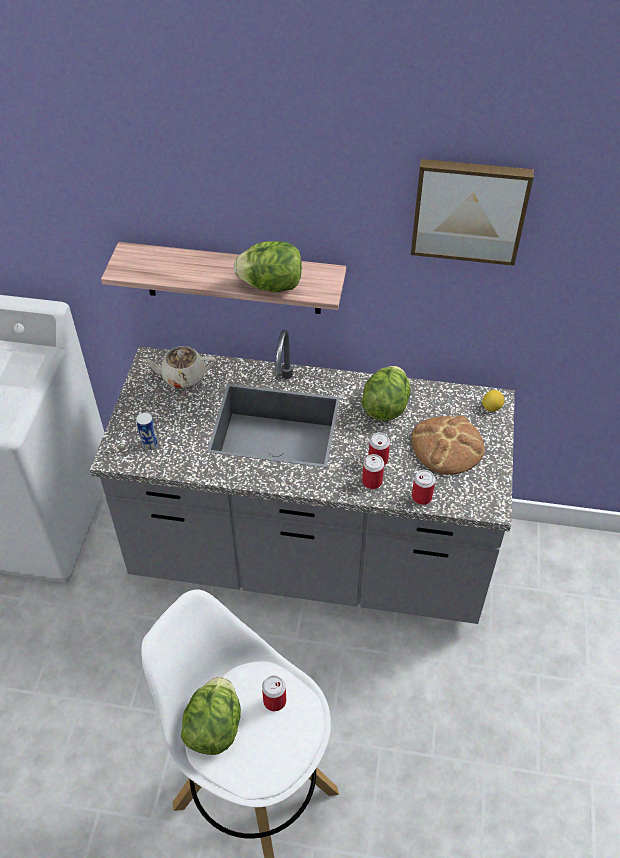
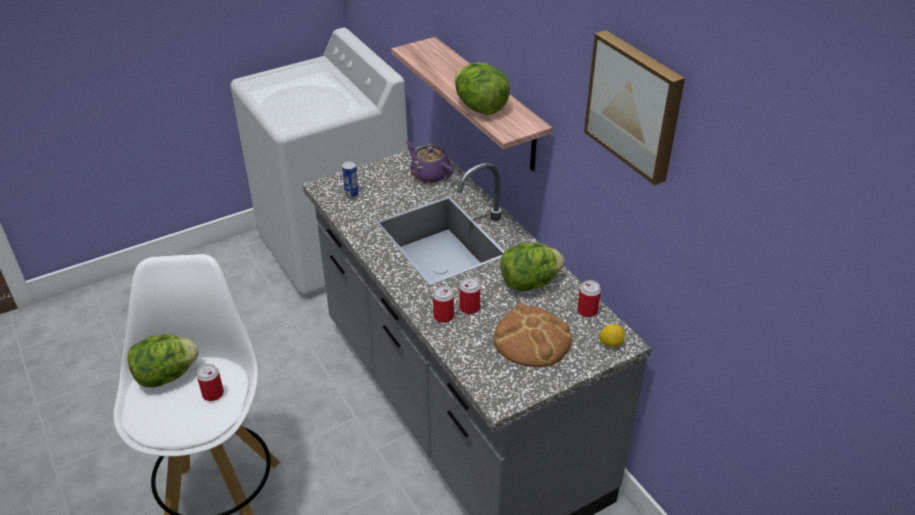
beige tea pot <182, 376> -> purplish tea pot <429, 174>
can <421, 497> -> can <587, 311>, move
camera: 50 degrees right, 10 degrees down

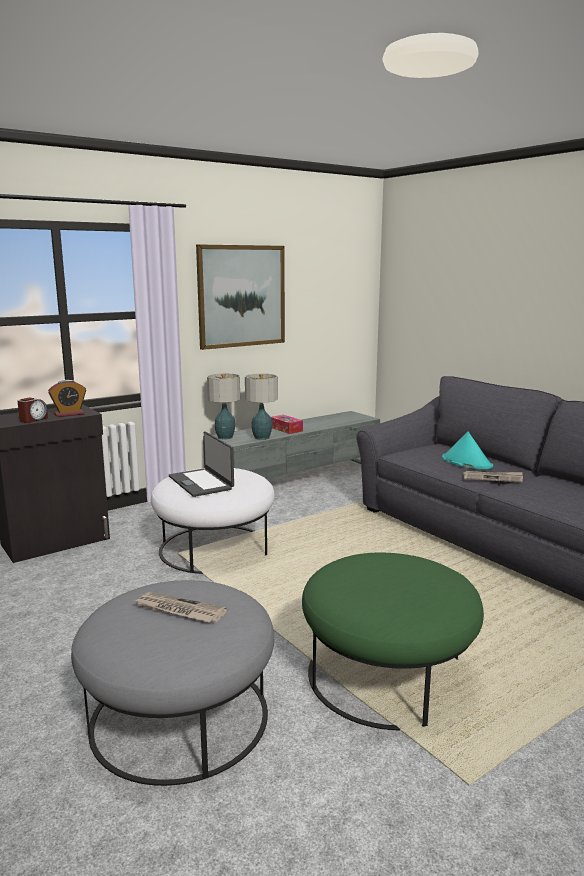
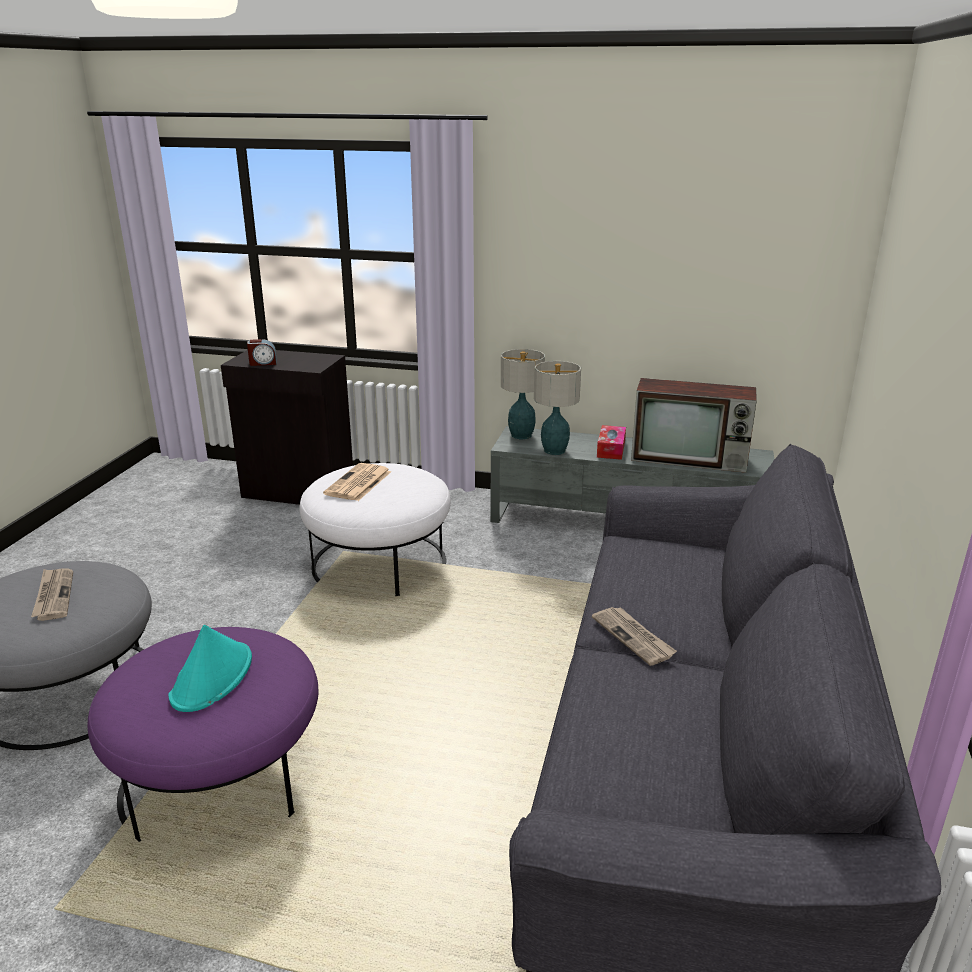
wall art <241, 296> -> none
alarm clock <69, 414> -> none
notebook computer <201, 482> -> printed paper <358, 483>
blue-green hat <466, 462> -> blue-green hat <212, 677>, move
greenish footrest <388, 674> -> purplish footrest <220, 778>
none -> television <691, 458>
camera: 50 degrees right, 10 degrees up

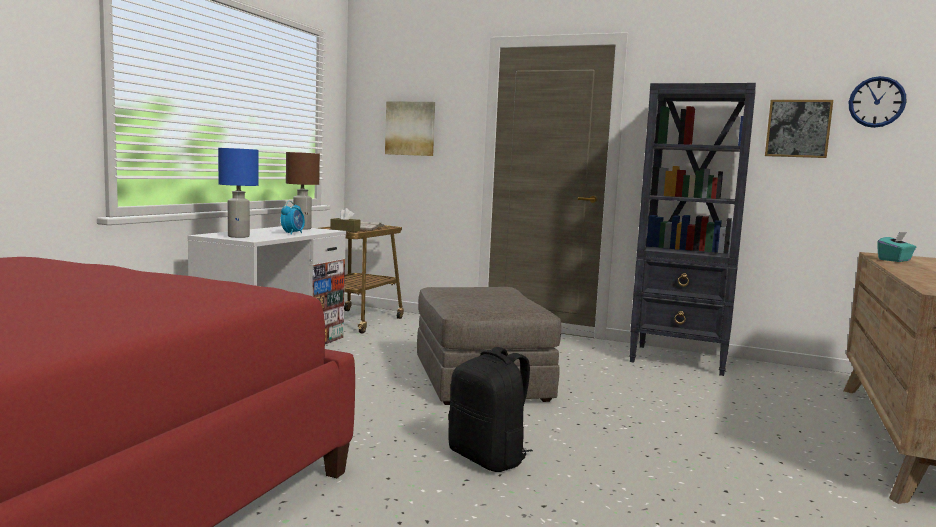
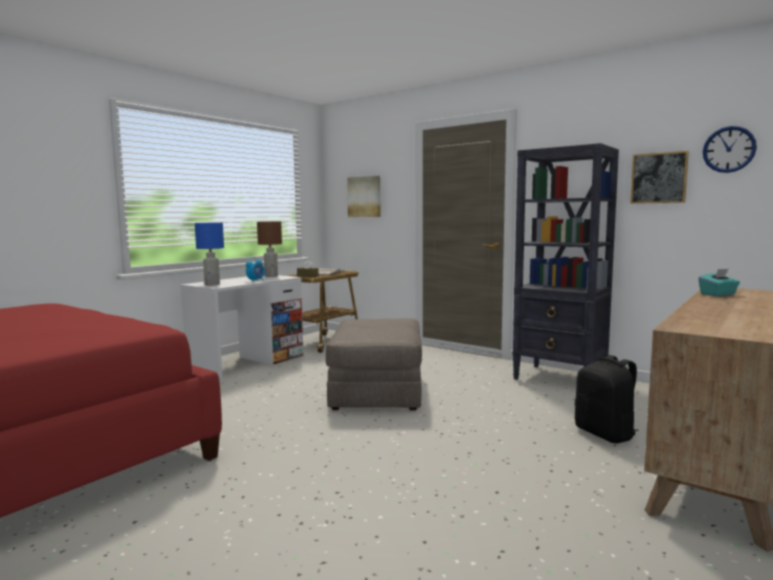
black rucksack <488, 458> -> black rucksack <605, 434>, move
camera: 15 degrees right, 0 degrees up

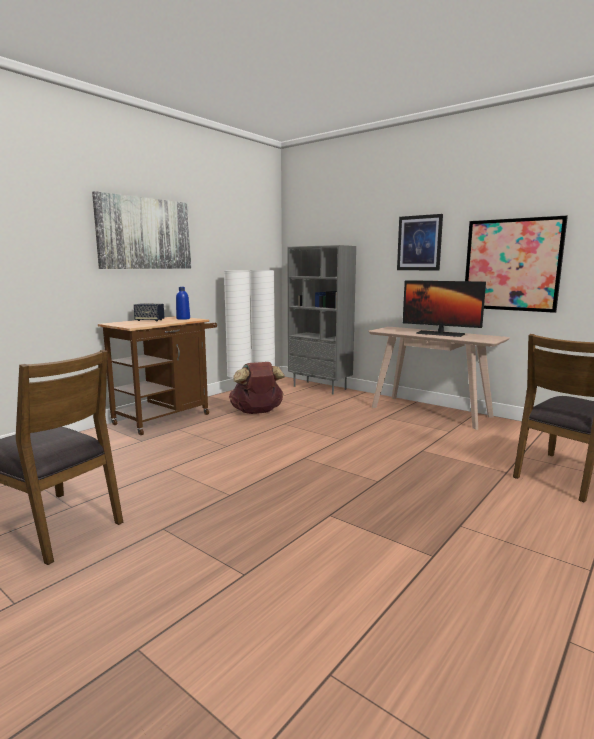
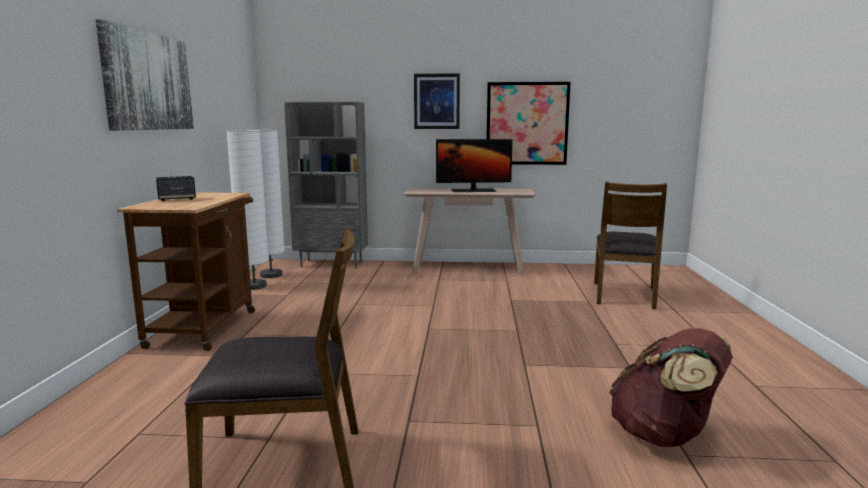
blue-coloured bottle <183, 318> -> none
brown-coloured rucksack <257, 412> -> brown-coloured rucksack <665, 435>, move
camera: 35 degrees left, 0 degrees up

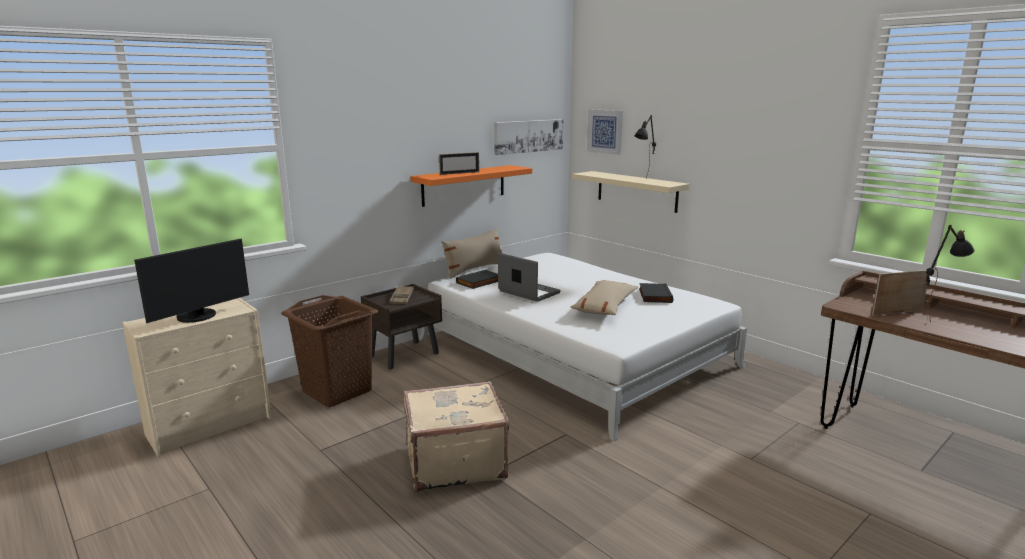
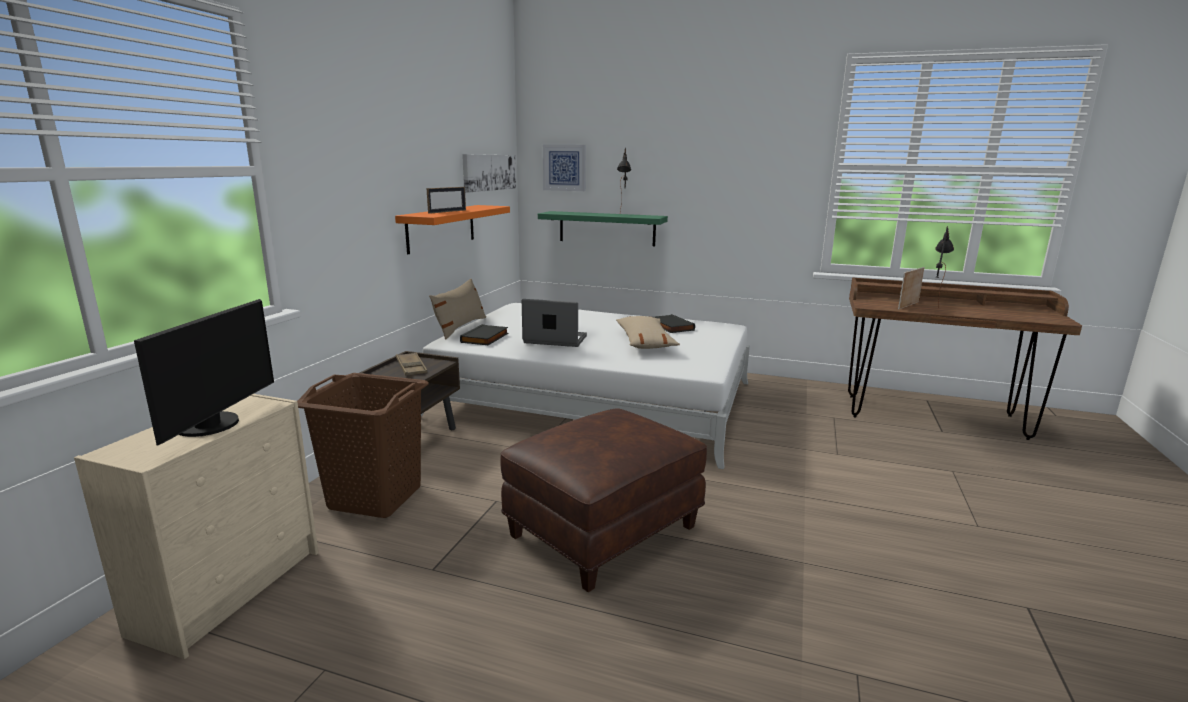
beige shelf <636, 191> -> greenish shelf <607, 228>
beige travel case <454, 462> -> brown-coloured footrest <603, 532>
camera: 30 degrees left, 0 degrees up

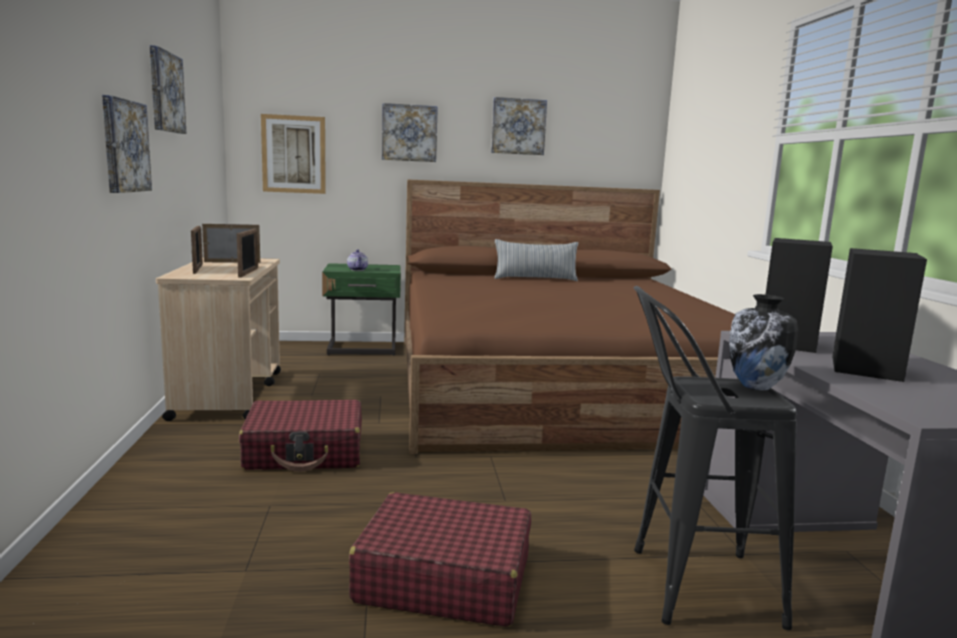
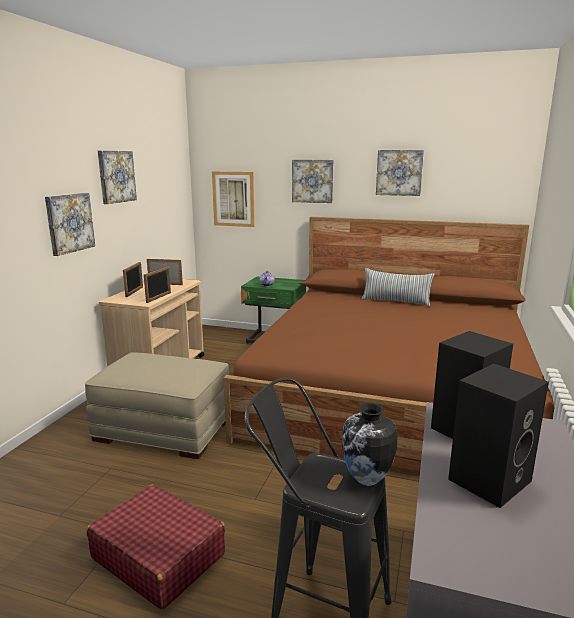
reddish travel case <305, 452> -> beige footrest <164, 428>
camera: 25 degrees right, 5 degrees up

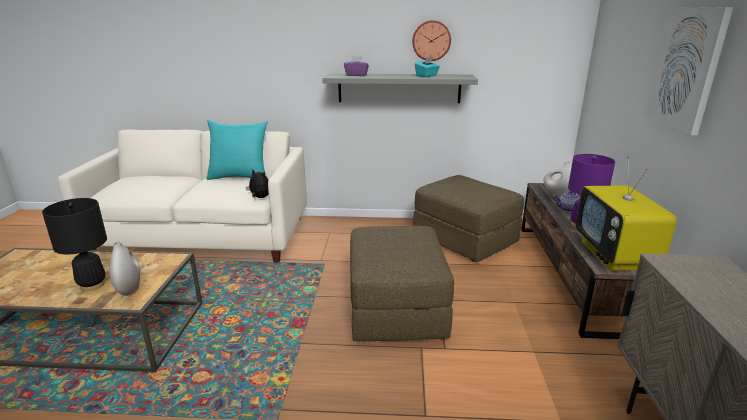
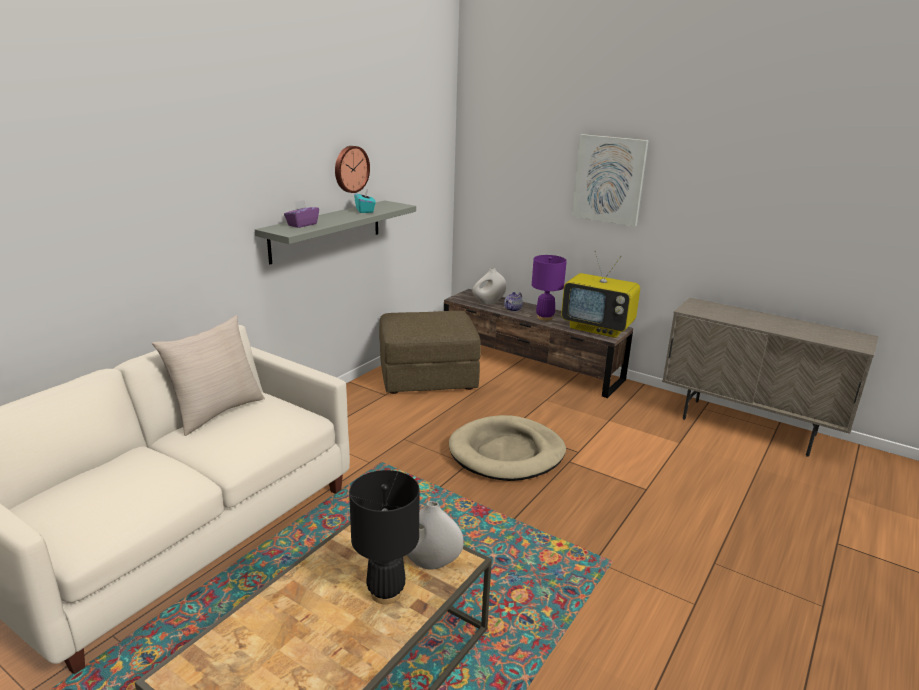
blue-green throw pillow <240, 177> -> beige throw pillow <217, 412>
cuddly toy <259, 197> -> none
brown-coloured footrest <396, 309> -> beige pet bed <507, 453>
camera: 60 degrees left, 0 degrees up

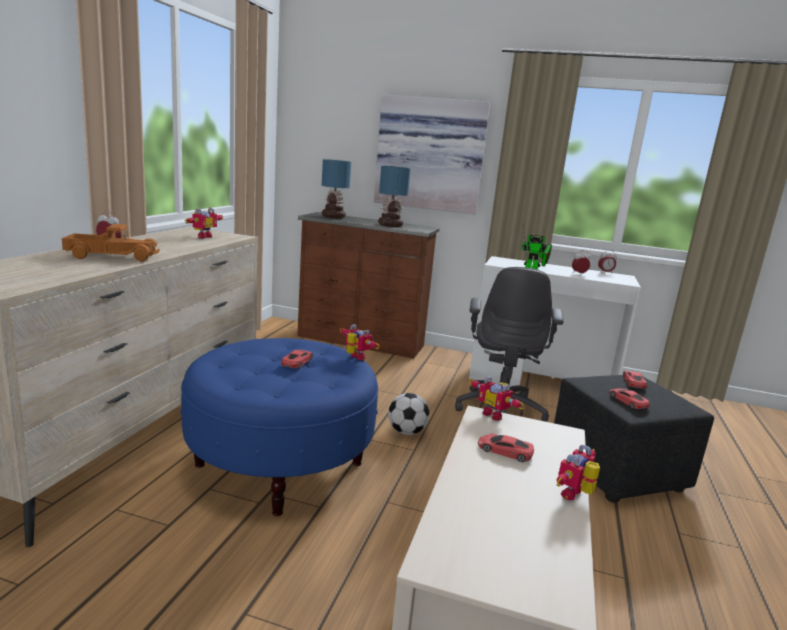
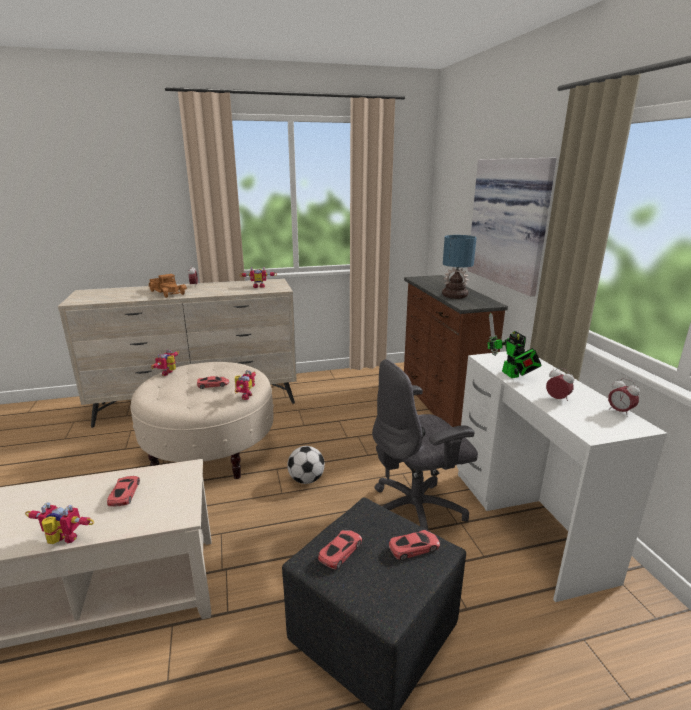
lamp for a table <334, 217> -> none
blue-coloured footrest <279, 464> -> beige footrest <210, 451>
toy robot <494, 414> -> toy robot <169, 373>, move
camera: 60 degrees right, 5 degrees up

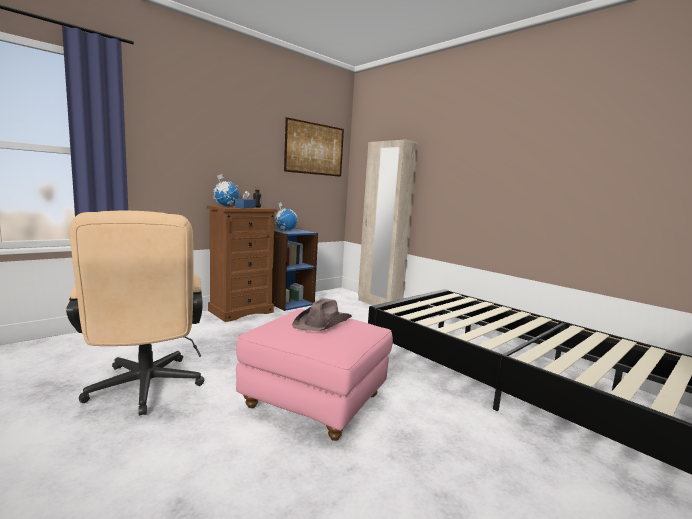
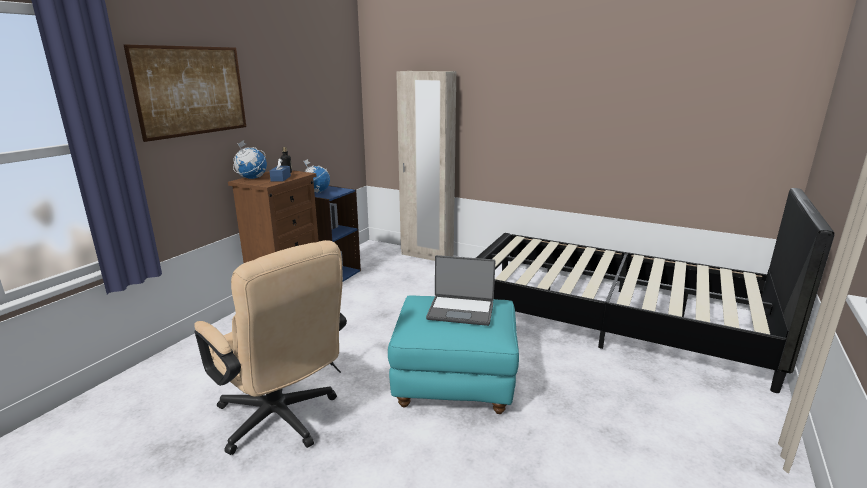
wall art <315, 149> -> wall art <192, 91>, move
brown-coloured hat <323, 322> -> notebook computer <461, 311>
pink footrest <315, 401> -> blue-green footrest <455, 383>
camera: 20 degrees left, 10 degrees up

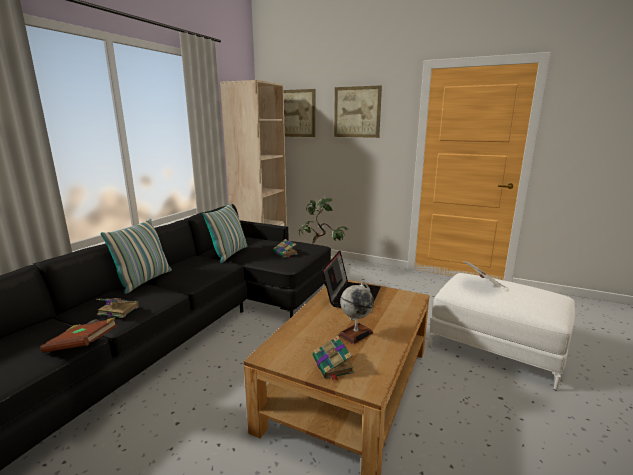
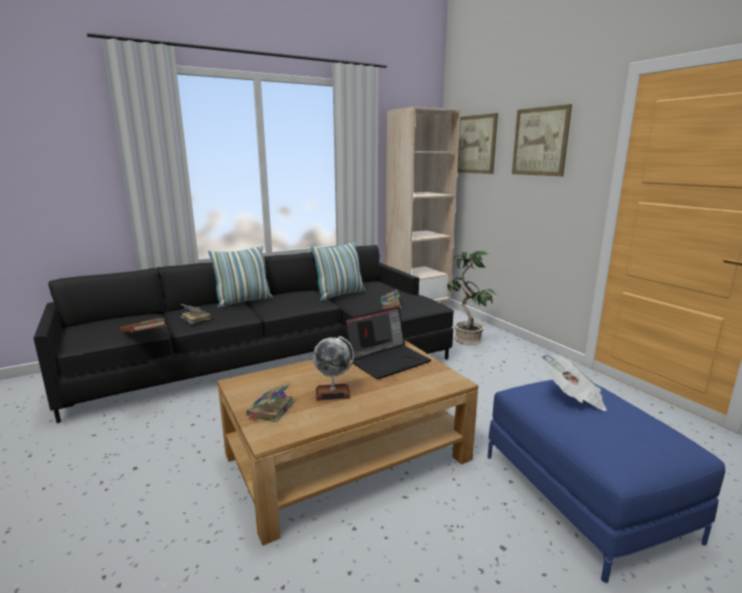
white-coloured footrest <496, 347> -> blue-coloured footrest <584, 494>
camera: 35 degrees right, 0 degrees up

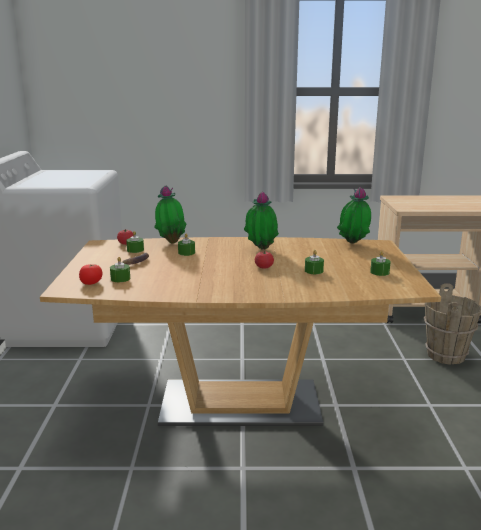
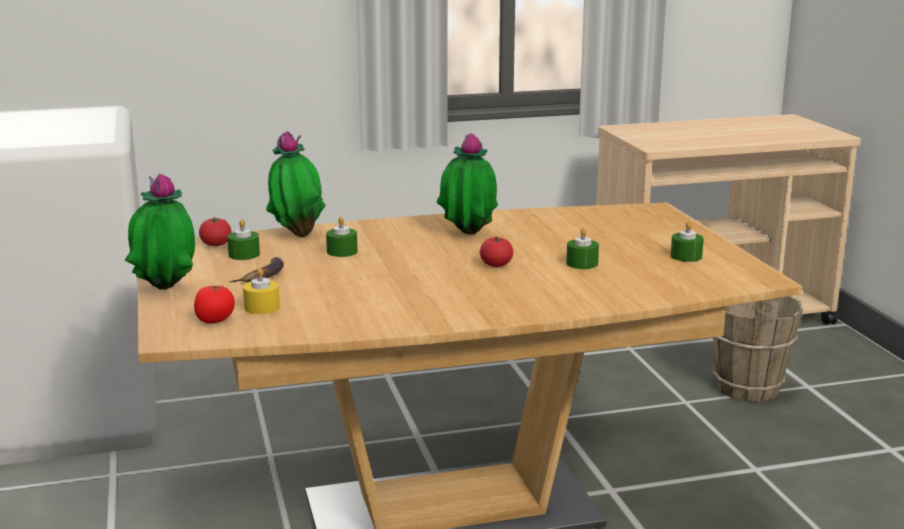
plant in a pot <353, 244> -> plant in a pot <165, 292>, move
greenish wax light <120, 278> -> yellow wax light <262, 307>
camera: 15 degrees left, 0 degrees up

